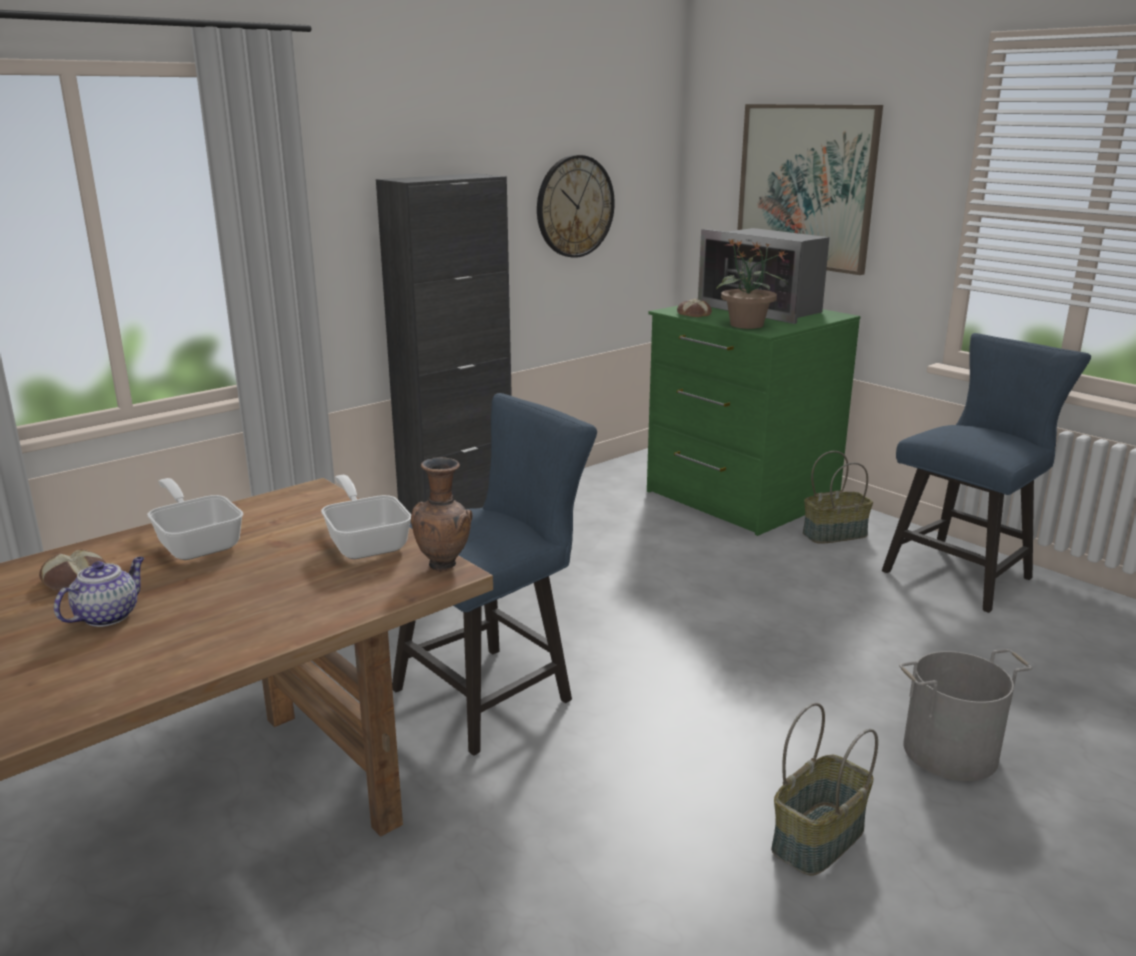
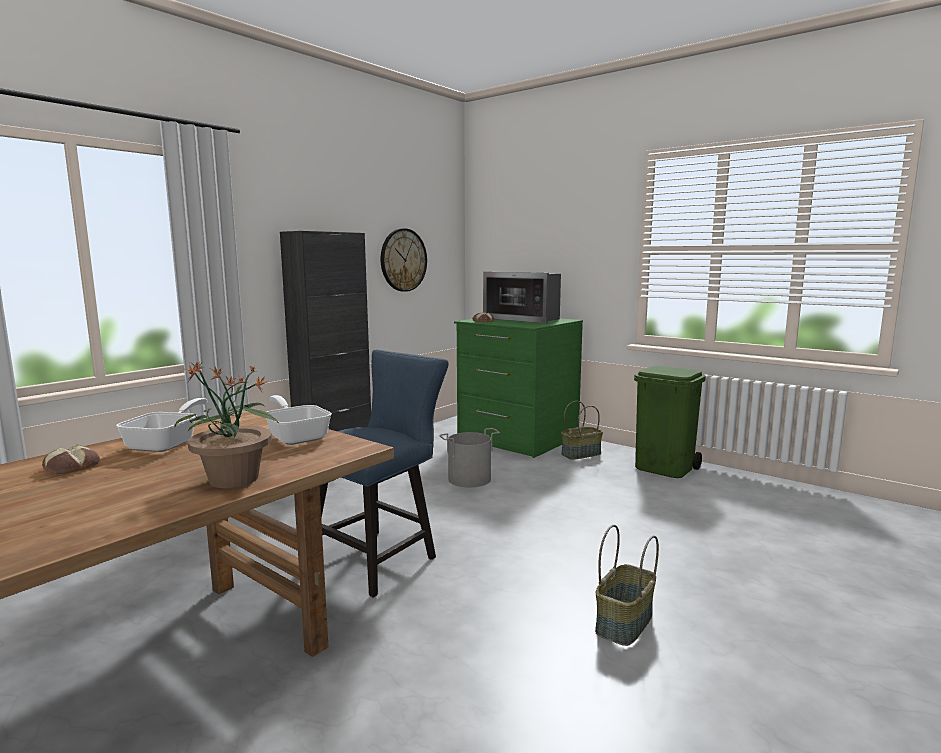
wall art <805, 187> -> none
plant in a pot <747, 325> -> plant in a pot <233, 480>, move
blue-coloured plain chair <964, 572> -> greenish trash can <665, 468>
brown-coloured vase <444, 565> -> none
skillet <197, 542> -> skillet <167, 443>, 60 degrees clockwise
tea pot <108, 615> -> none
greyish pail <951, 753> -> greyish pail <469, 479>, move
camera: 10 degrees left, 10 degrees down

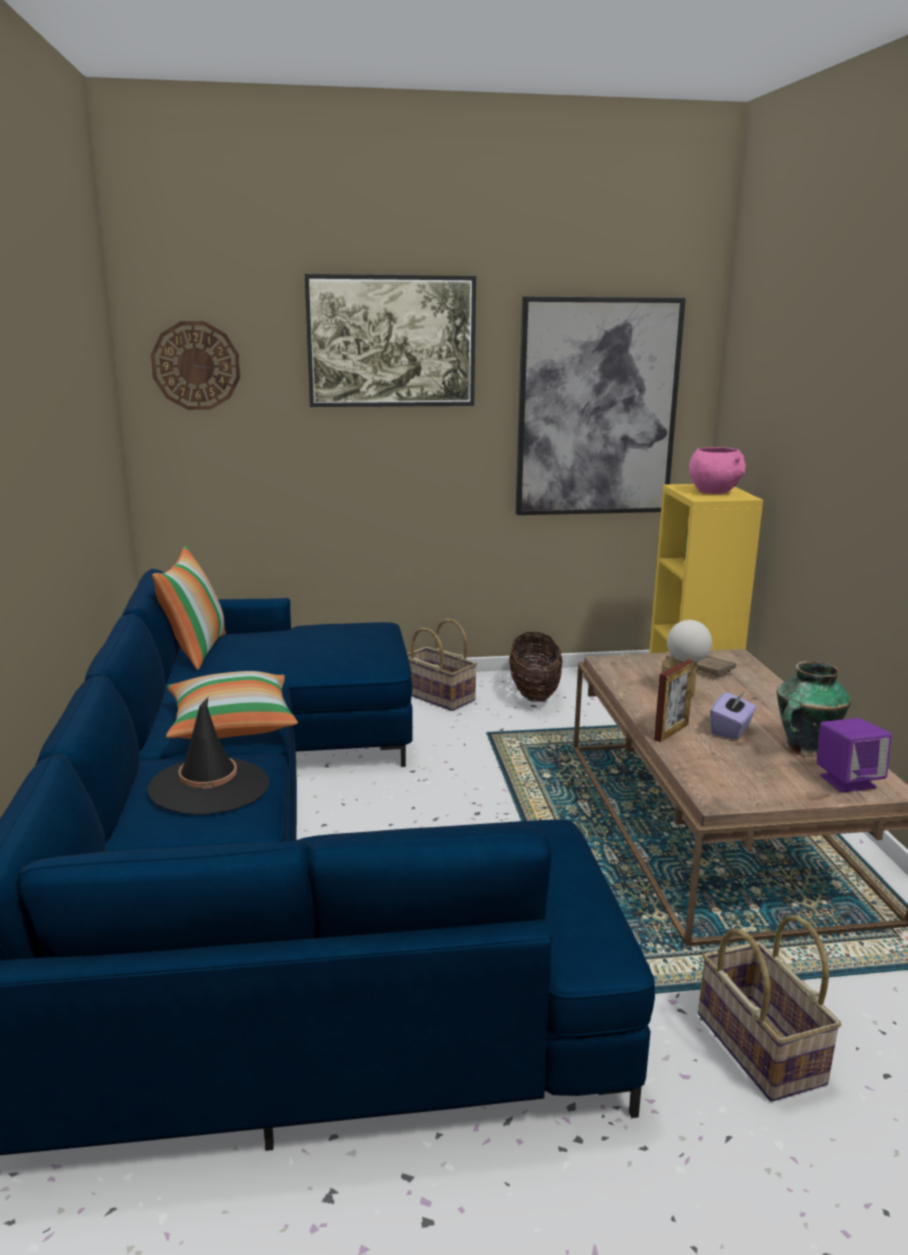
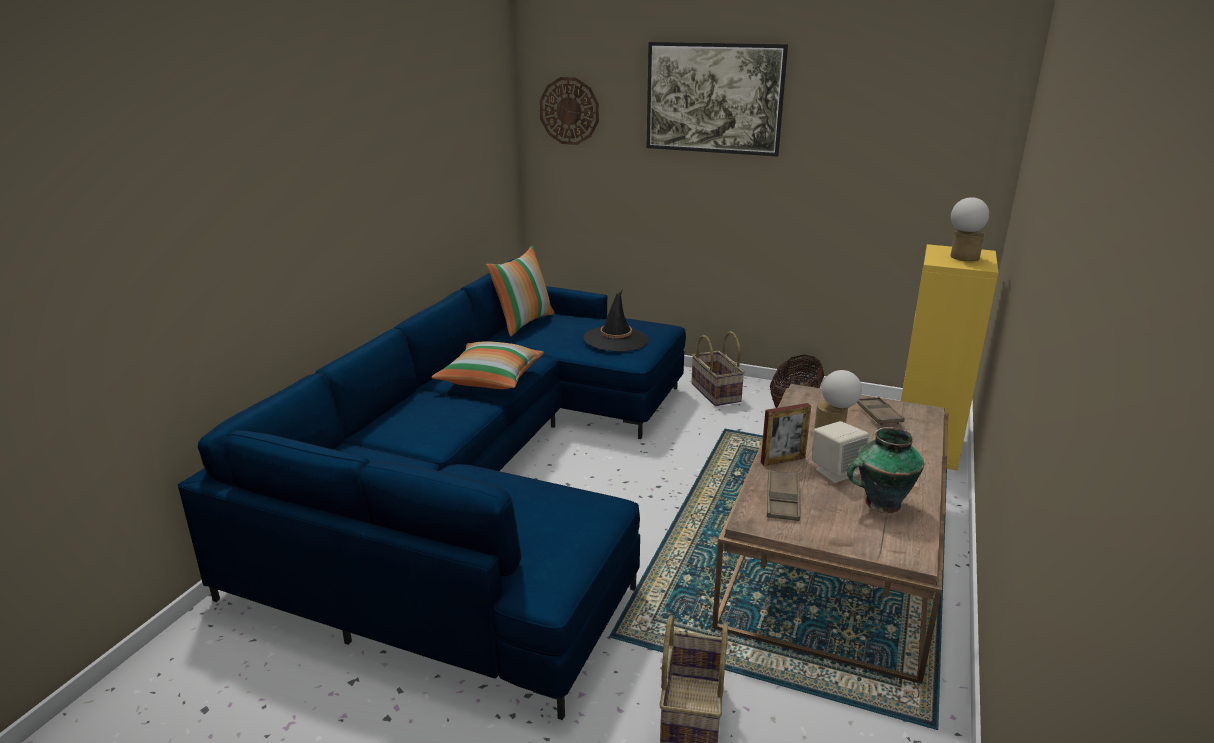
wall art <596, 408> -> none
pink bowl <714, 492> -> lamp for a table <962, 258>
purplish tissue box <731, 730> -> beige speaker <836, 472>
black hat <209, 786> -> black hat <616, 339>, move
purplish speaker <847, 781> -> none
none -> brown-coloured carrying tray <782, 500>
camera: 30 degrees right, 5 degrees up

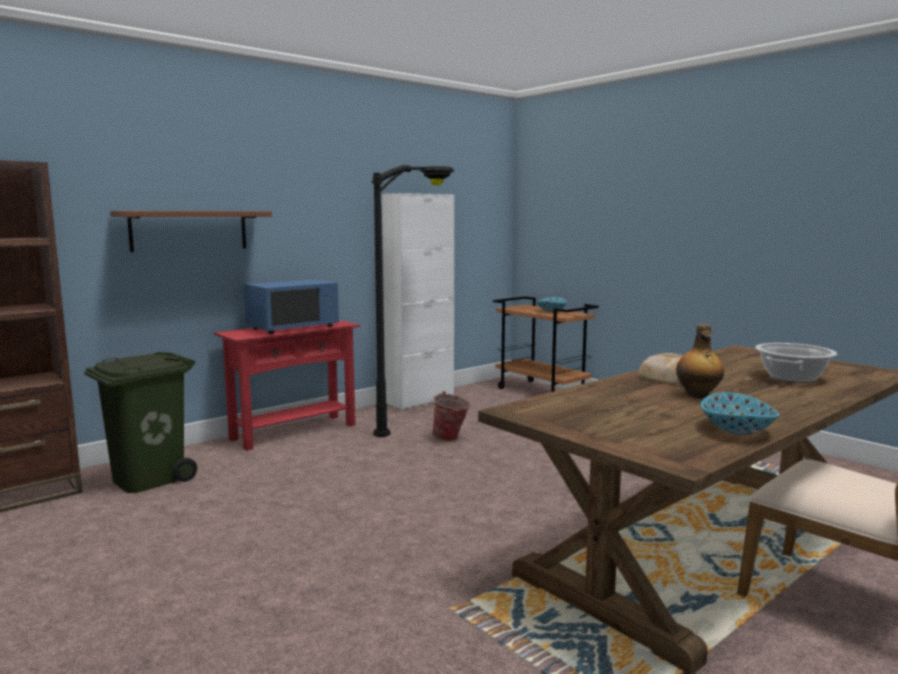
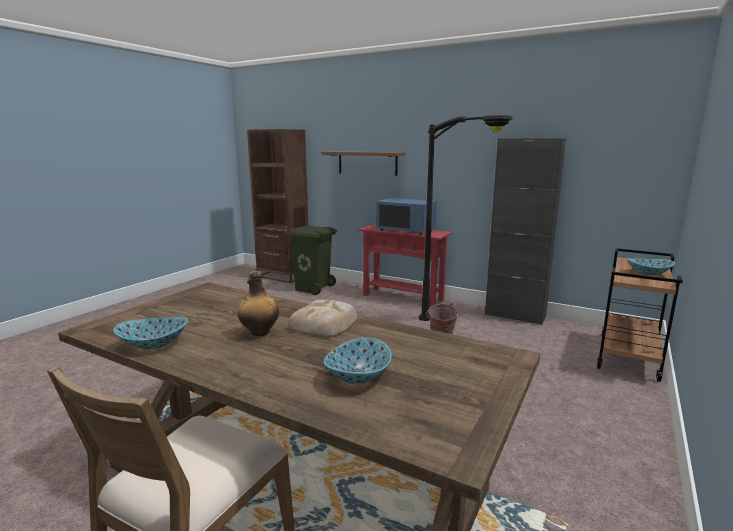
white-coloured storage cabinet <420, 400> -> black storage cabinet <515, 315>
saucepot <792, 378> -> bowl <357, 376>
camera: 70 degrees right, 5 degrees up

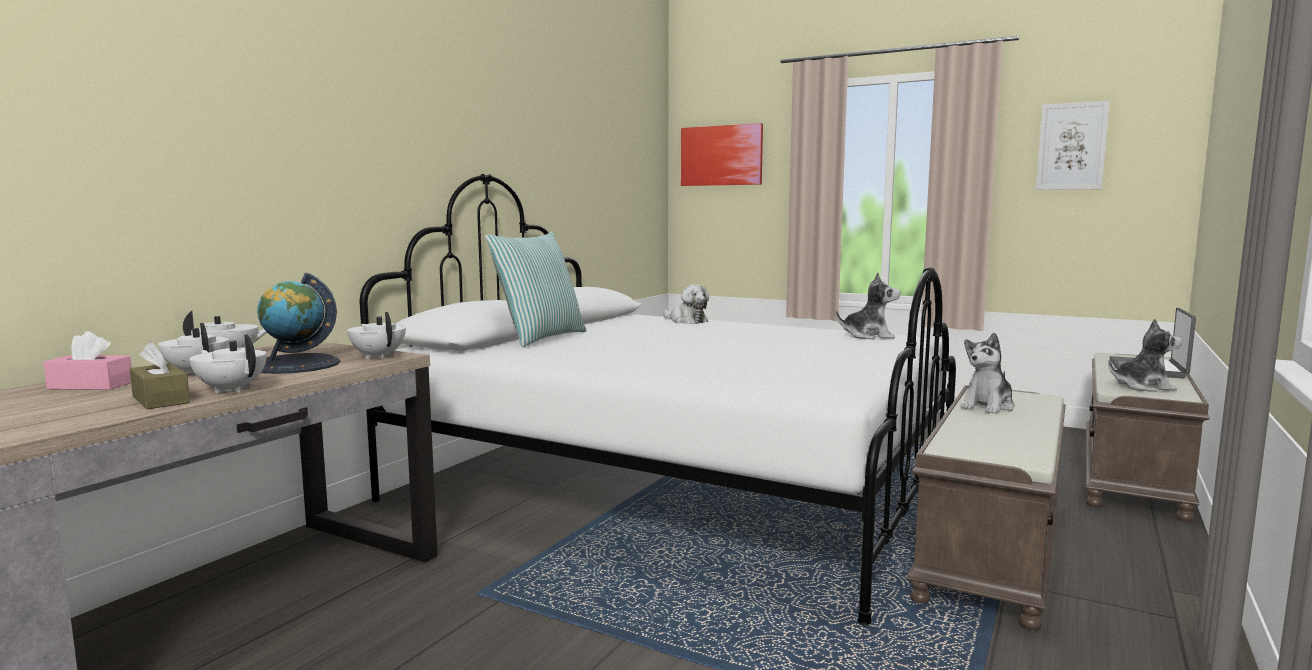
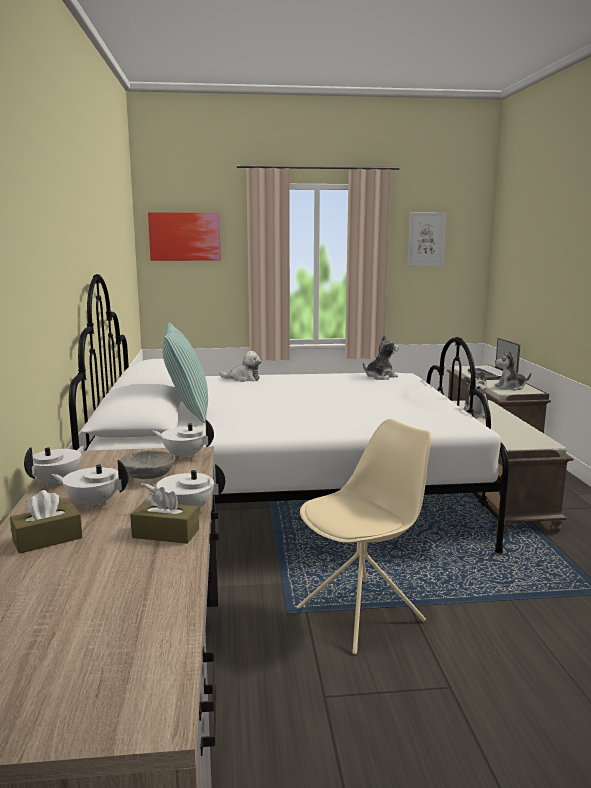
globe <295, 365> -> greyish bowl <148, 477>
cuddly toy <1142, 387> -> cuddly toy <510, 387>, 150 degrees counterclockwise
pink tissue box <90, 385> -> brown-coloured tissue box <47, 539>
none -> beige plain chair <362, 614>
camera: 35 degrees left, 5 degrees up

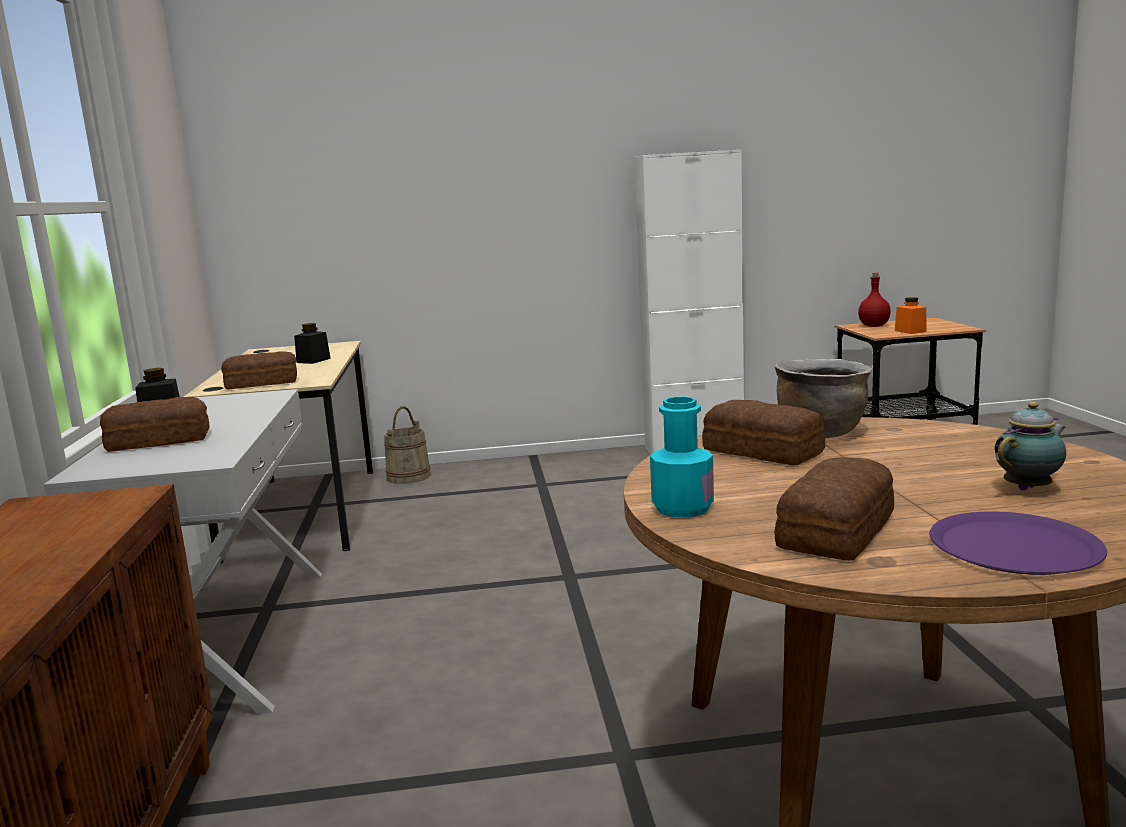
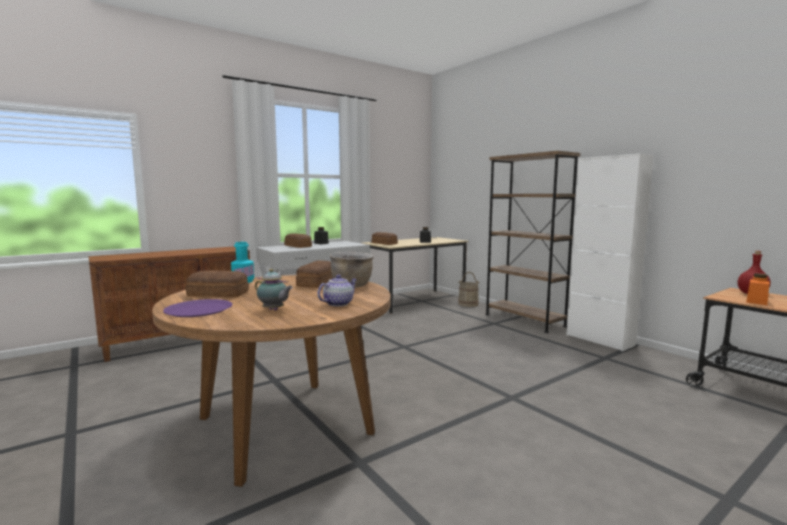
none -> brown-coloured bookshelf <524, 320>
none -> tea pot <338, 303>
camera: 60 degrees right, 5 degrees down

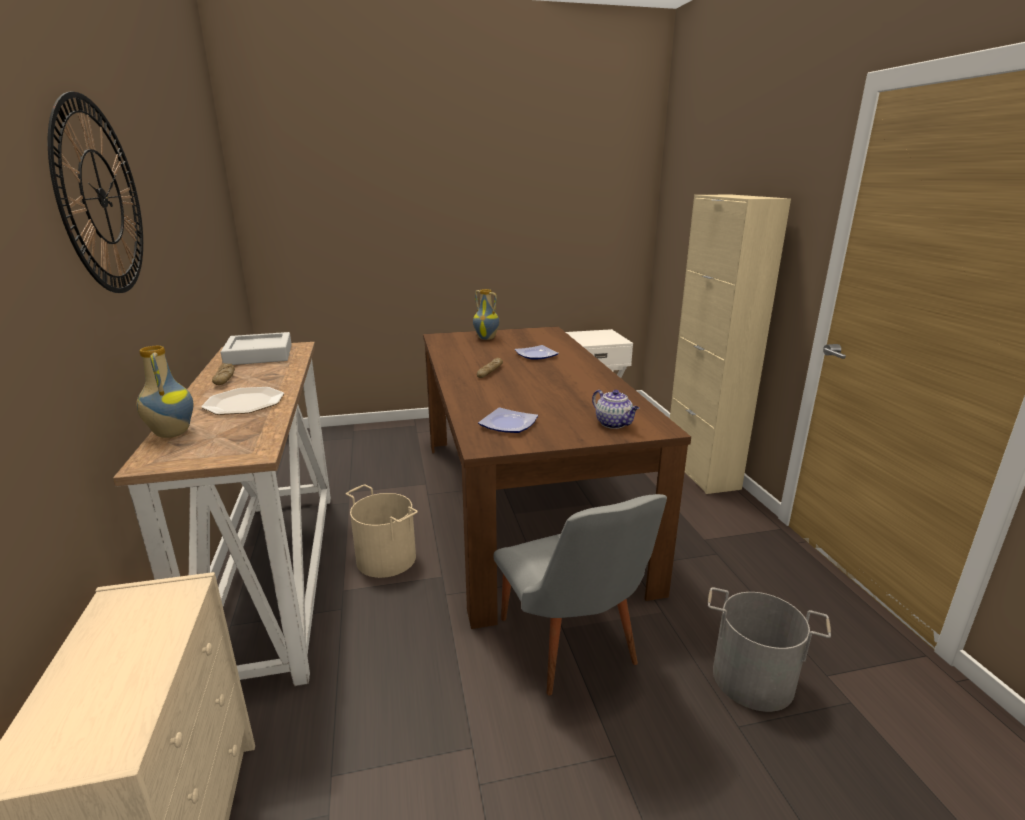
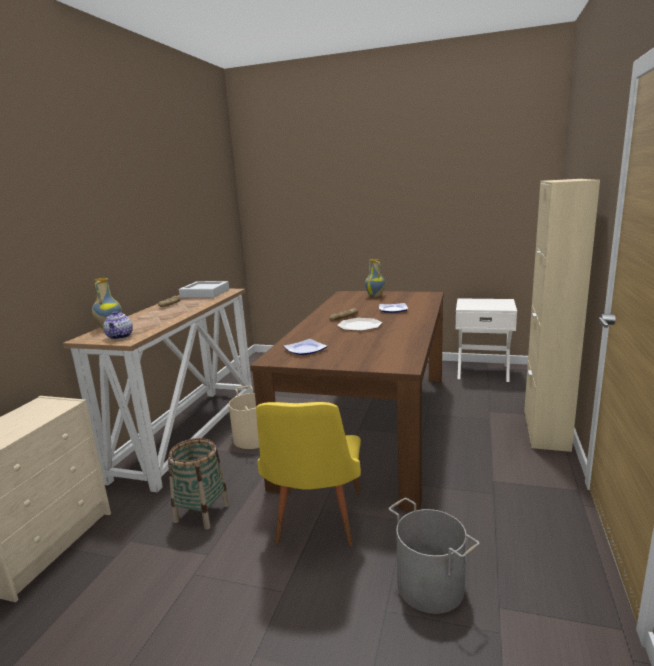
hanging clock <101, 197> -> none
plate <243, 403> -> plate <359, 325>, move
tea pot <614, 424> -> tea pot <120, 337>, move
greyish plain chair <572, 650> -> yellow plain chair <315, 523>
none -> storage basket <202, 513>
camera: 30 degrees right, 5 degrees down

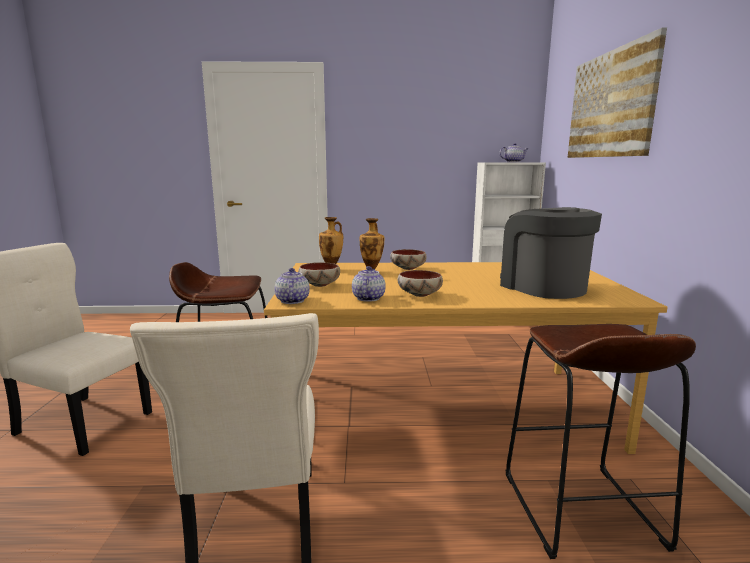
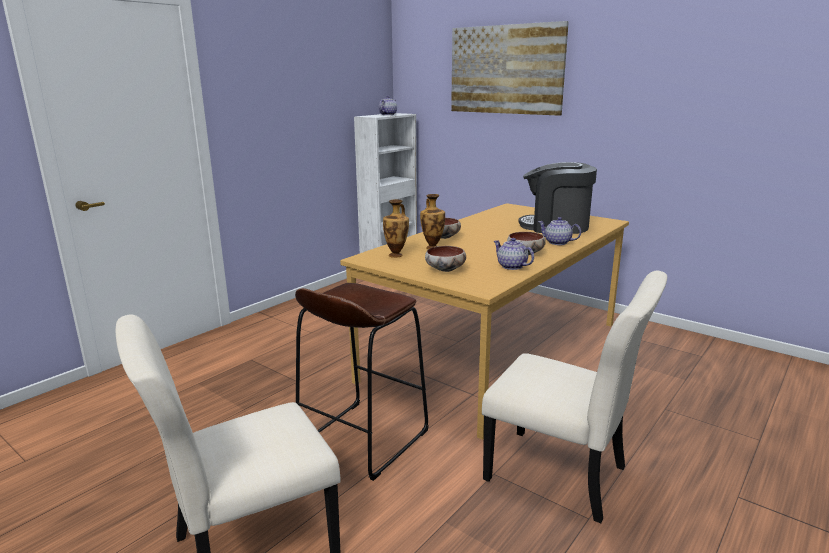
tea pot <292, 300> -> tea pot <557, 242>, move
brown-coloured stool <580, 510> -> none
camera: 50 degrees left, 5 degrees up

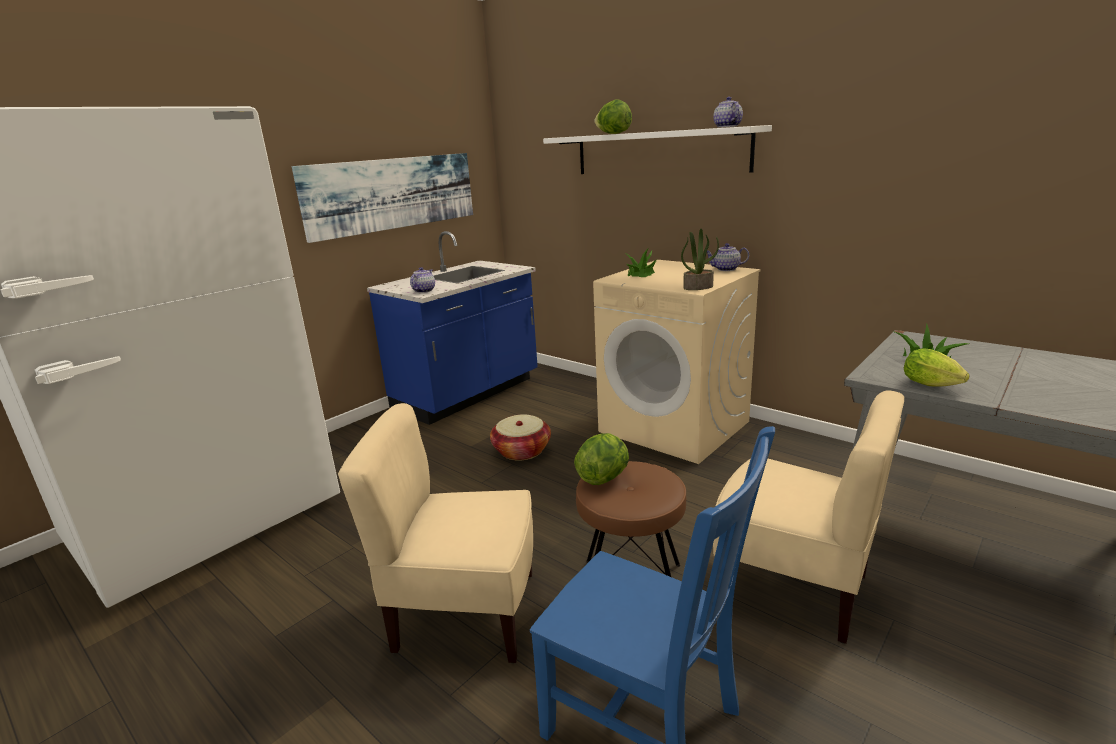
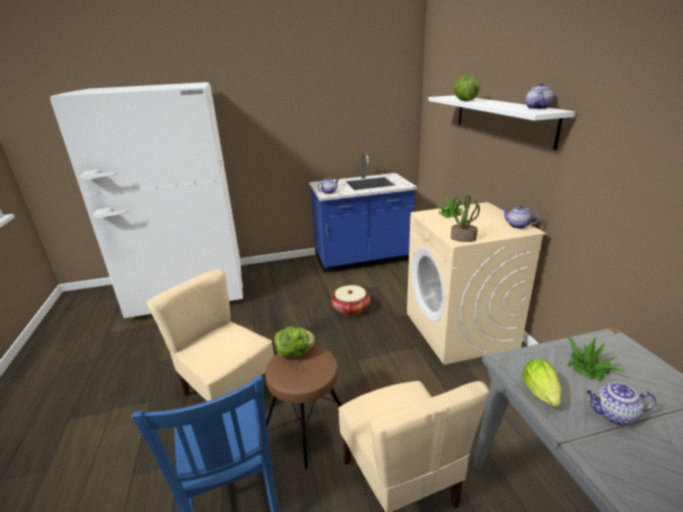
wall art <392, 193> -> none
none -> tea pot <613, 415>
camera: 35 degrees right, 5 degrees up

